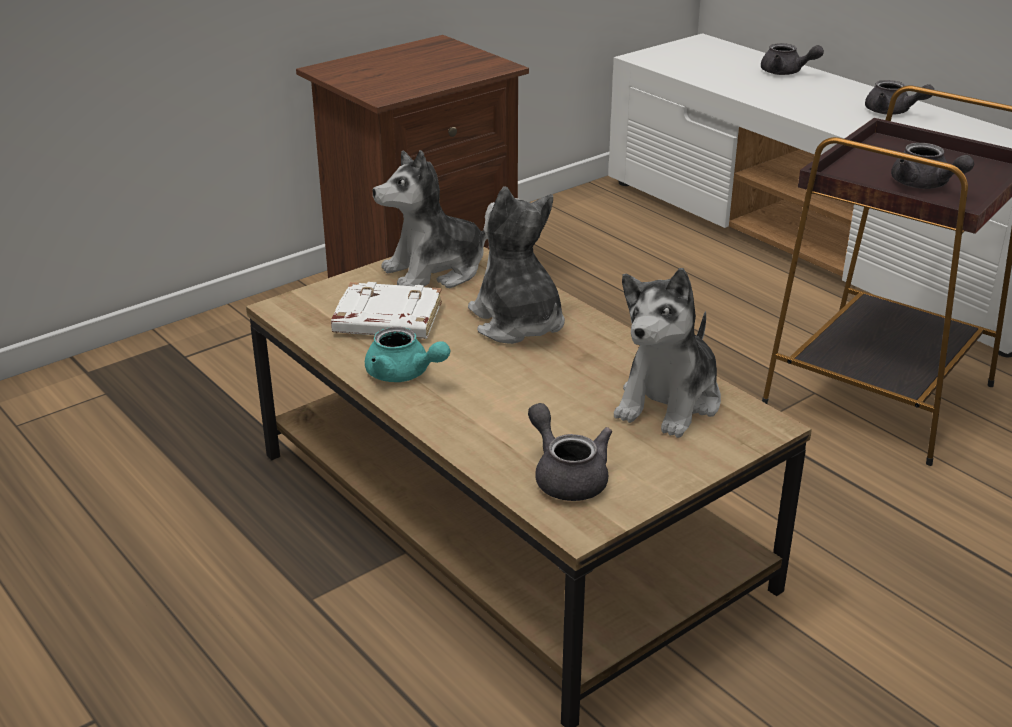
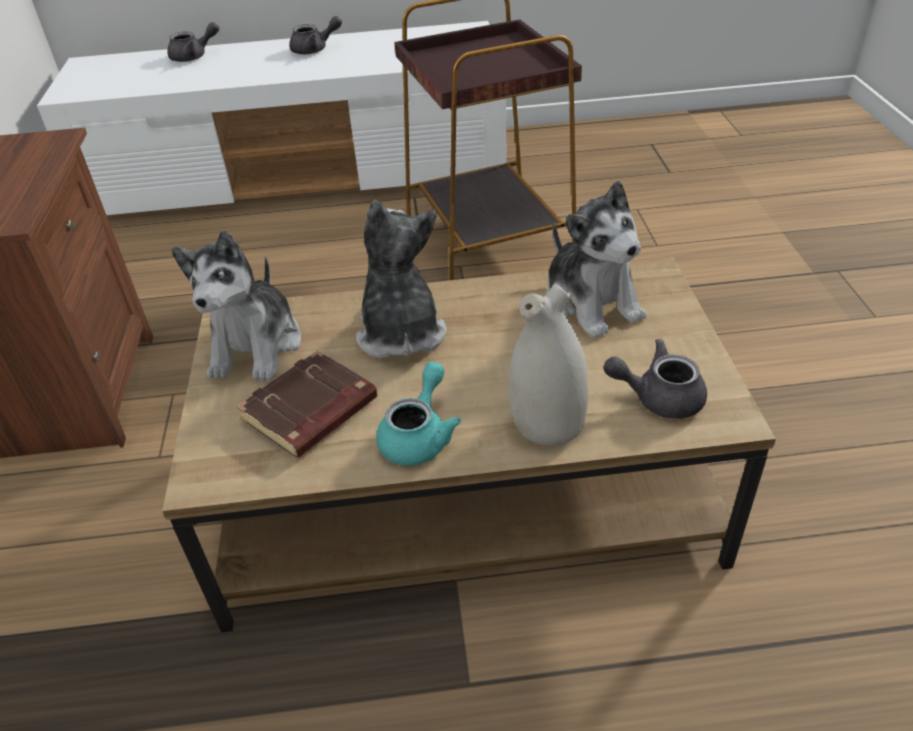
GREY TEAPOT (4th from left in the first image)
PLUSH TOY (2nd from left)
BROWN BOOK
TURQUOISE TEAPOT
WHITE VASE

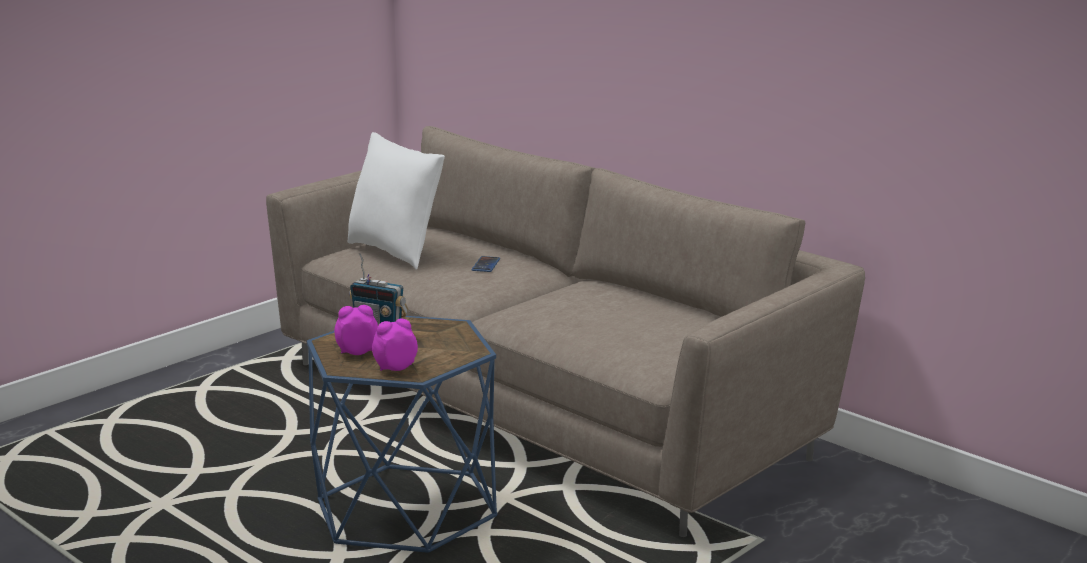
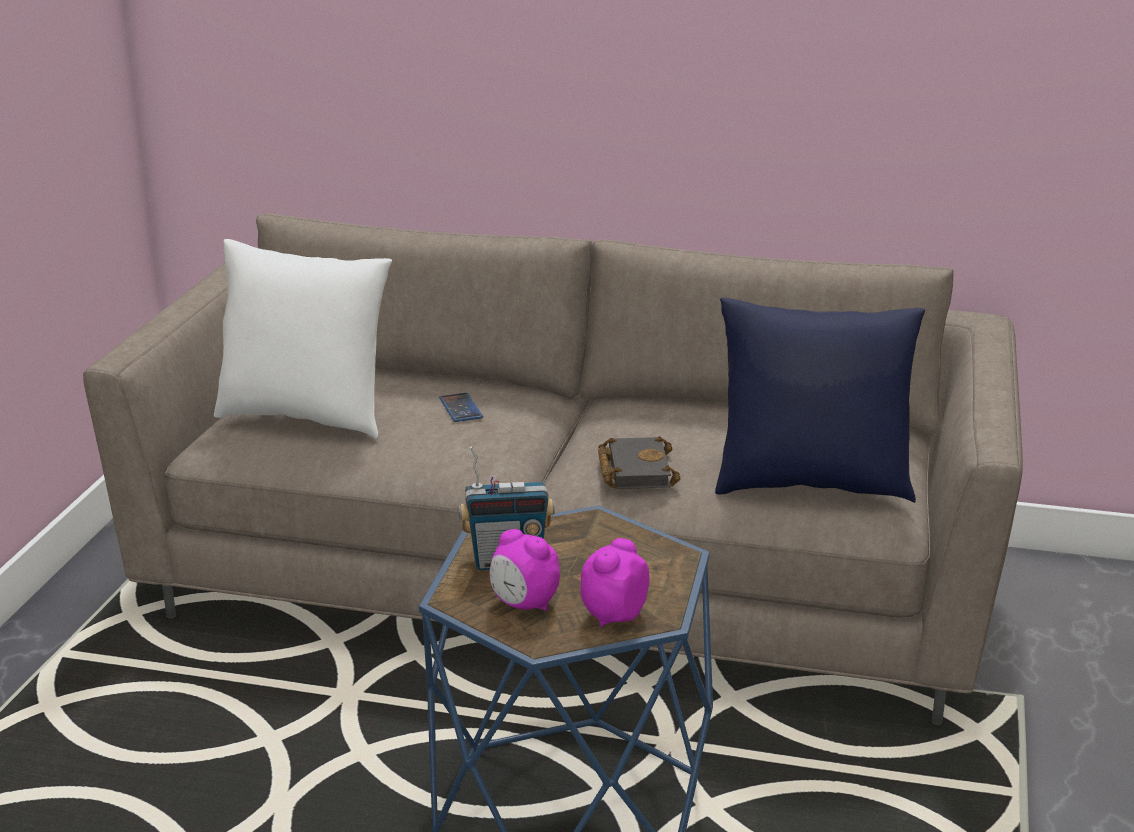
ALARM CLOCK (1st from left)
BLUE PILLOW
BLACK BOOK

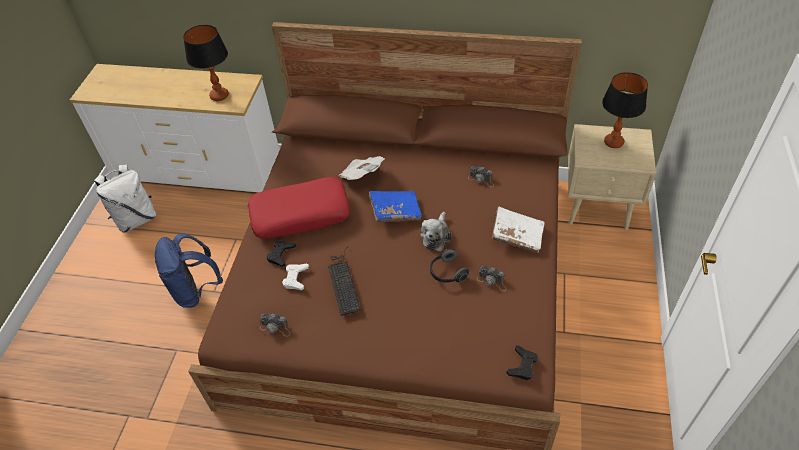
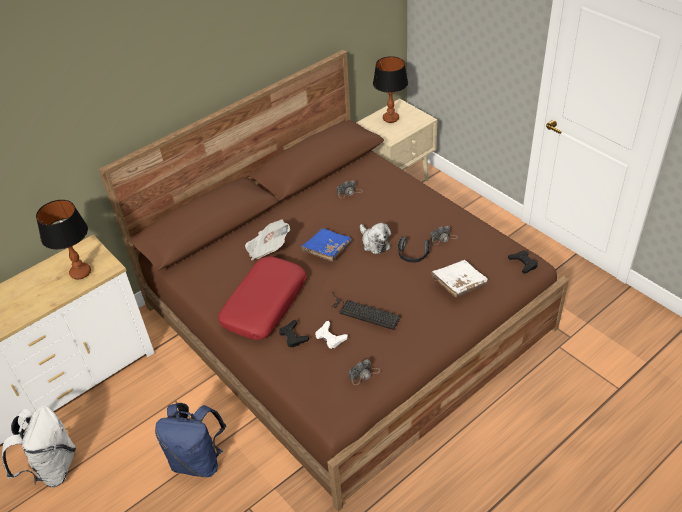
WHITE BOOK

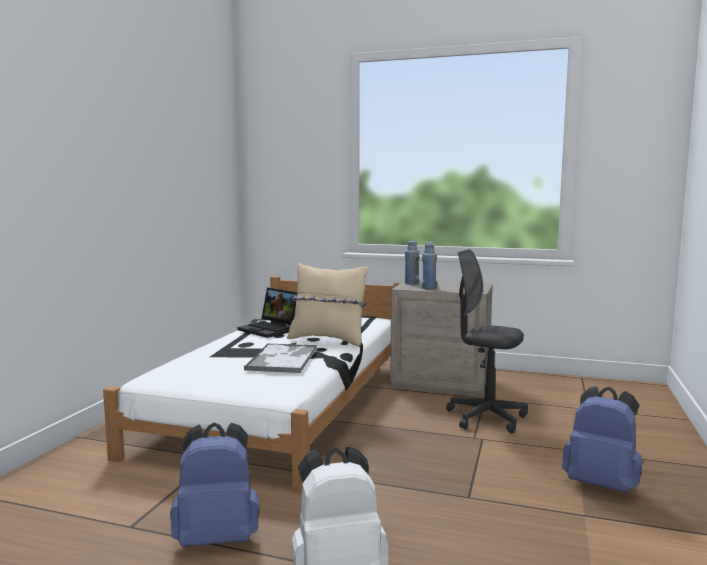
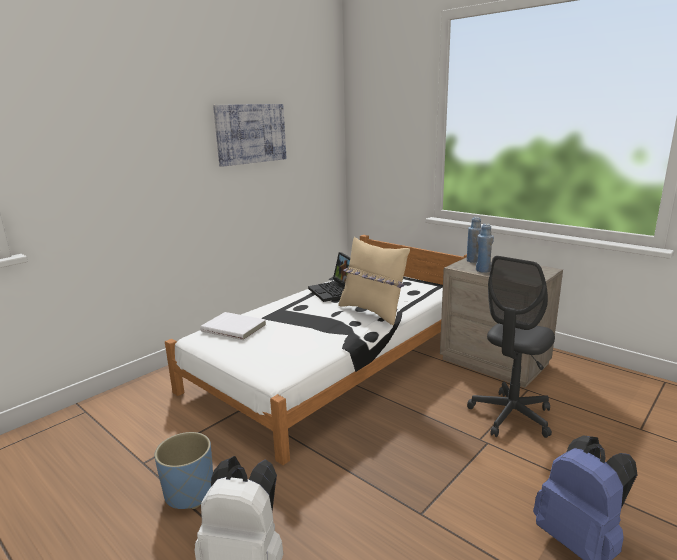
GREY OFFICE CHAIR
TRAY
BLUE PLANTER
PICTURE
WHITE BOOK

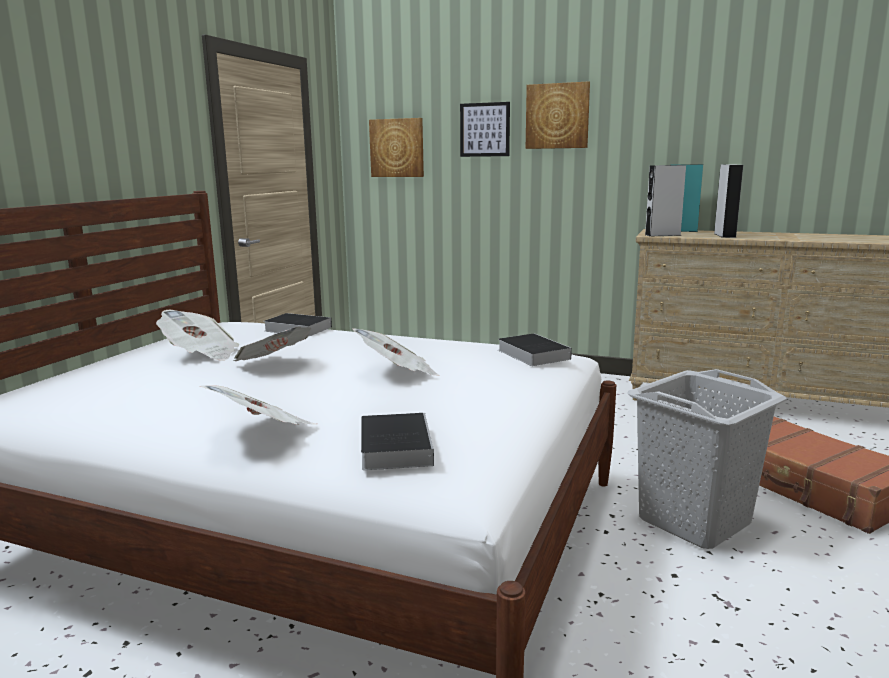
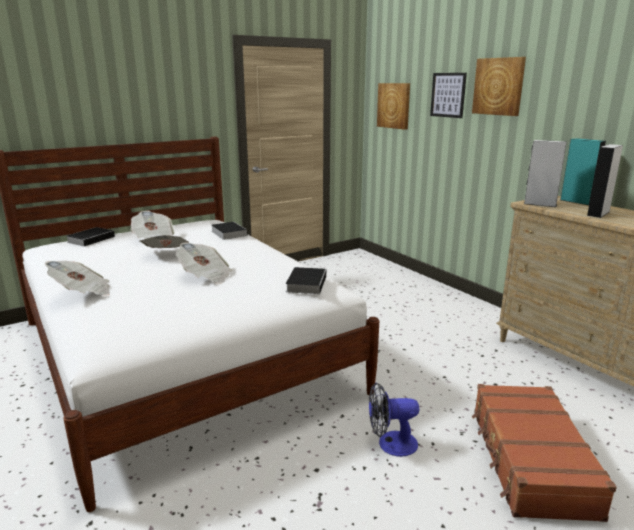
FAN
BOOK (1st from left)

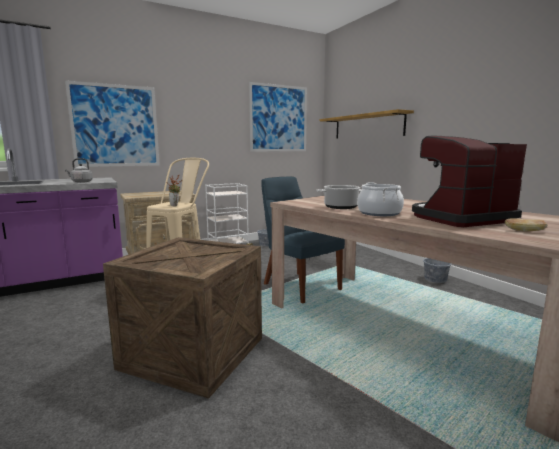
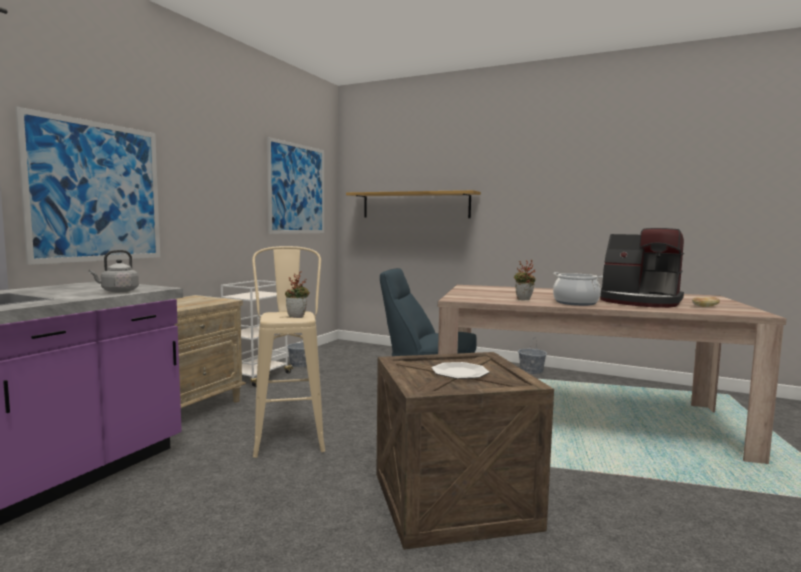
COFFEE MACHINE
POTTED PLANT (2nd from left)
PLATE

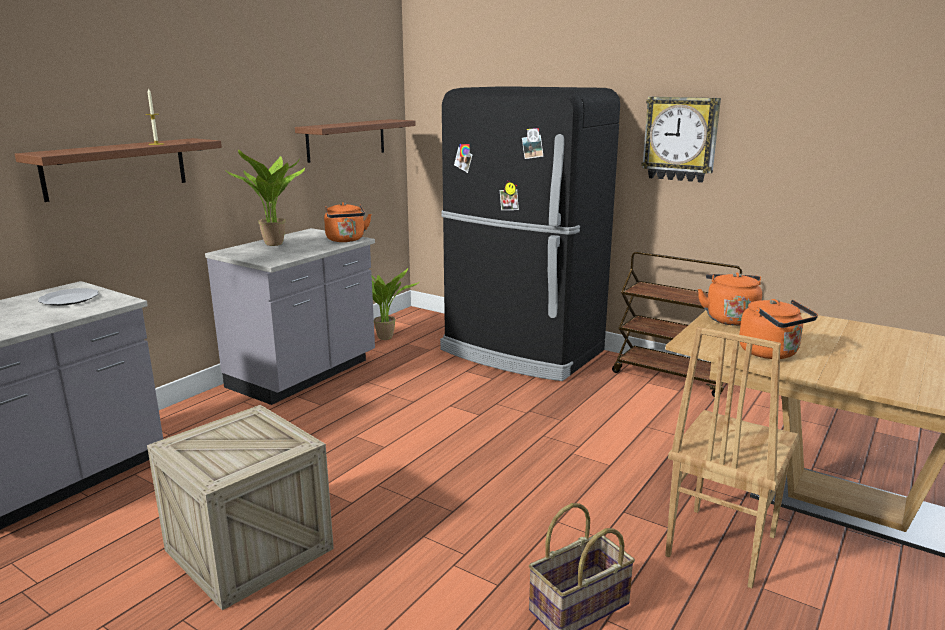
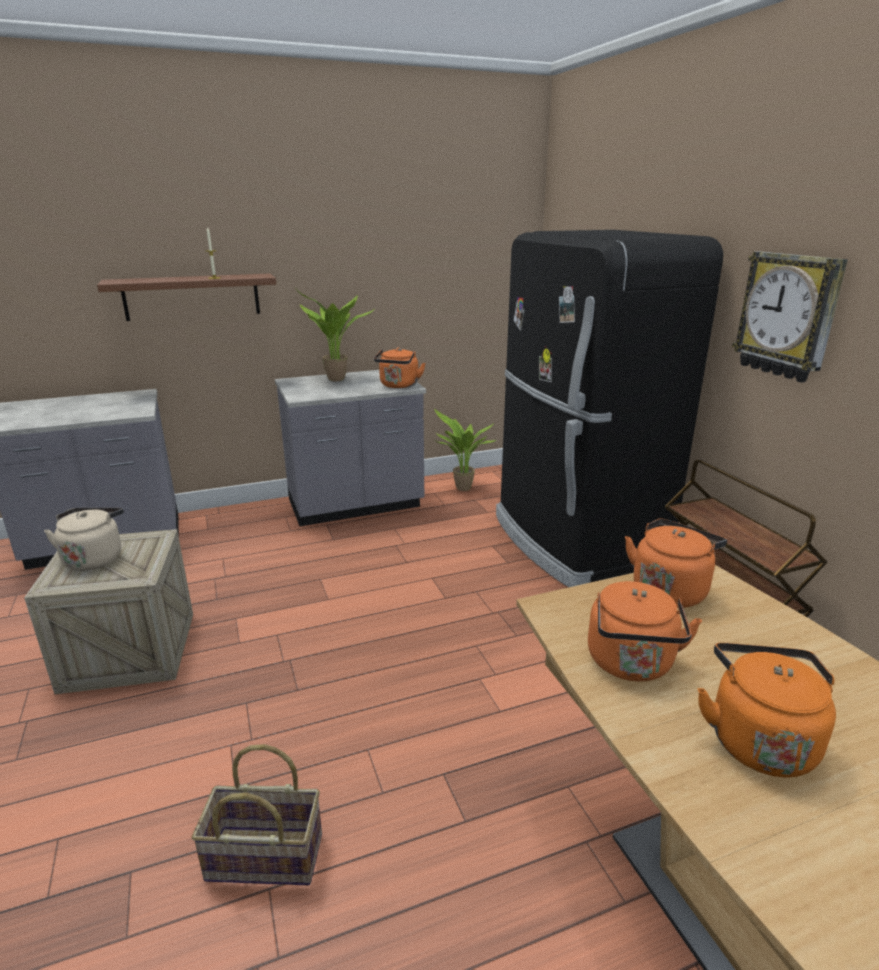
BROWN SHELF (2nd from left in the first image)
PLATE
BROWN CHAIR
BEIGE KETTLE
ORANGE KETTLE (4th from left)

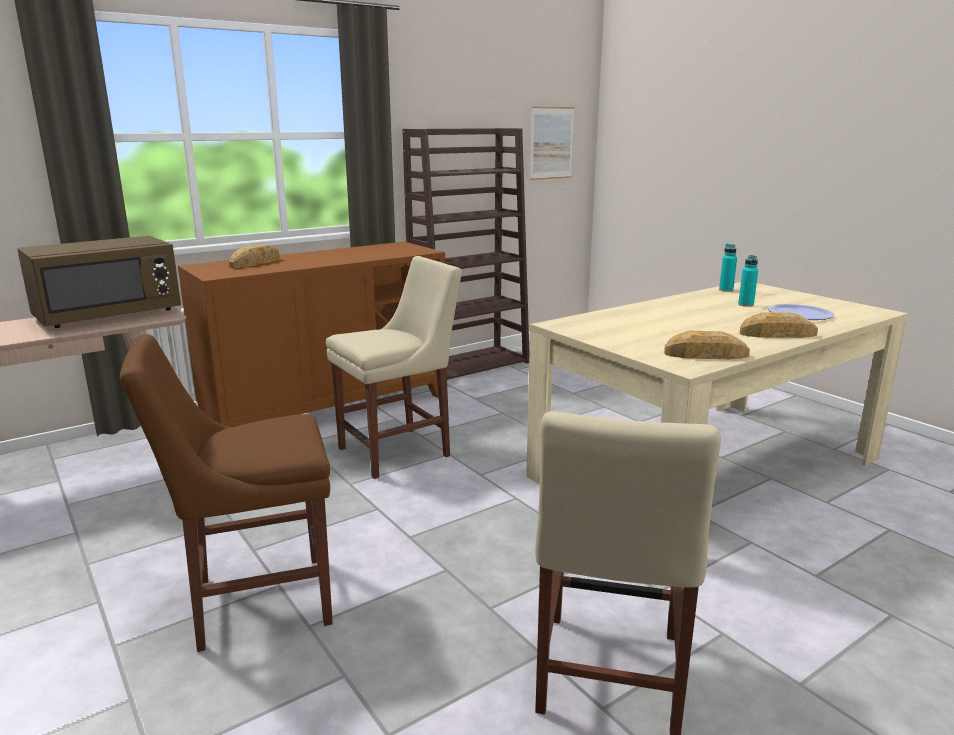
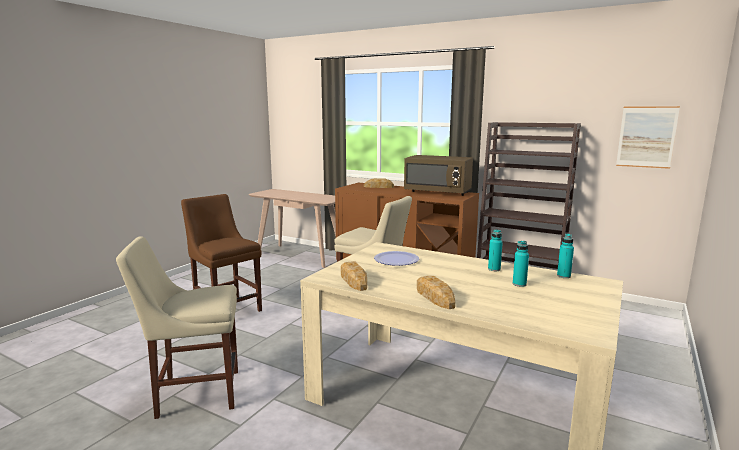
BROWN MICROWAVE
PLATE
TURQUOISE BOTTLE (1st from left)

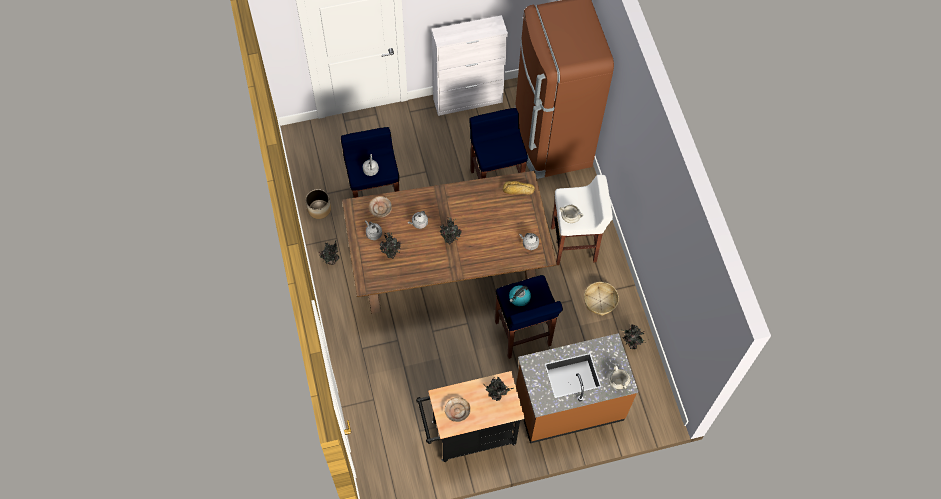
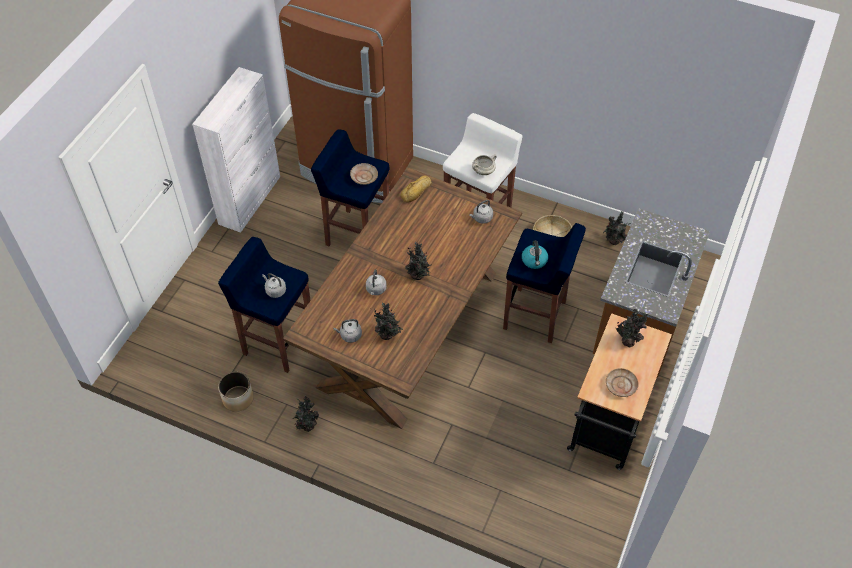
BEIGE PLATE (1st from left)
WHITE COOKING POT (2nd from left in the first image)

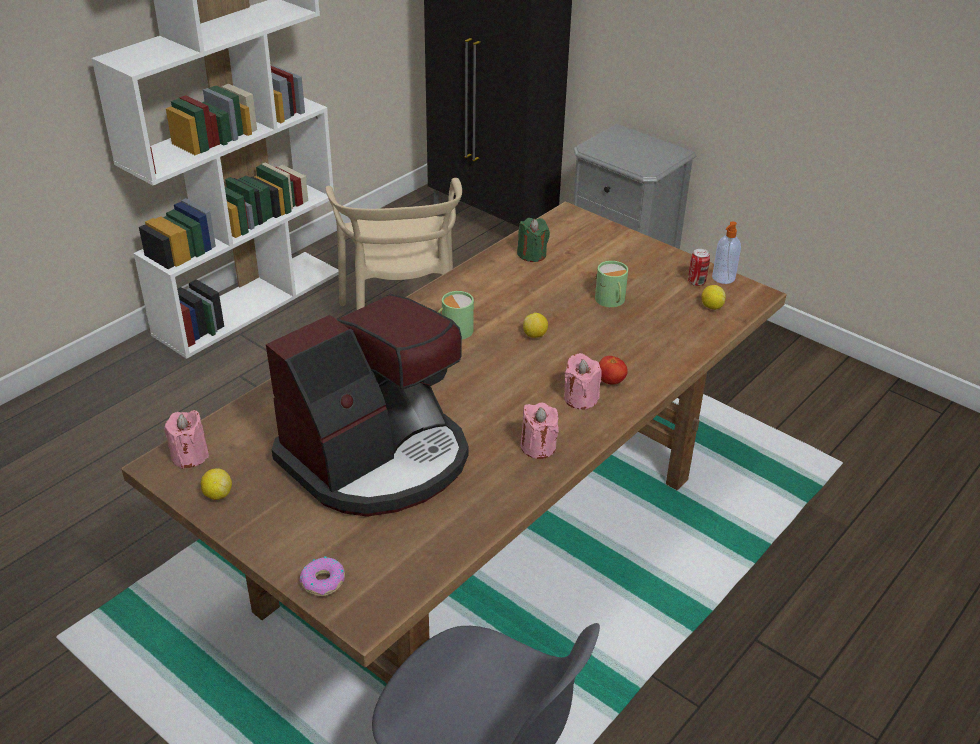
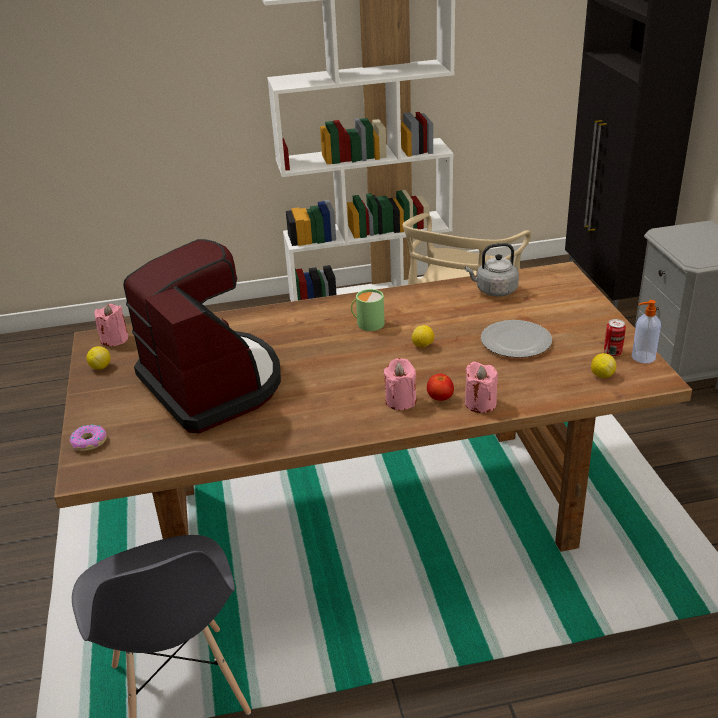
GREY KETTLE
PLATE
COFFEE MACHINE
PINK CANDLE (3rd from left)

